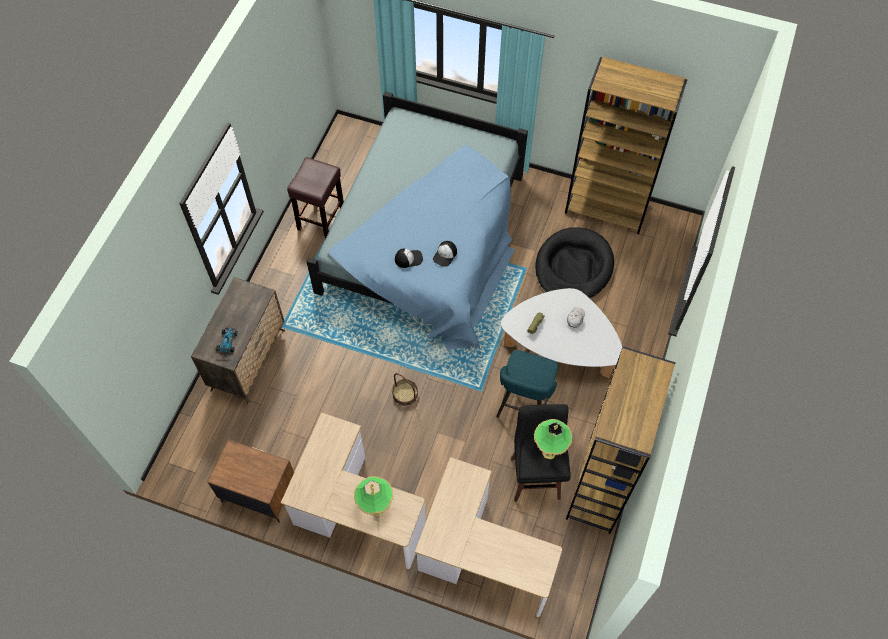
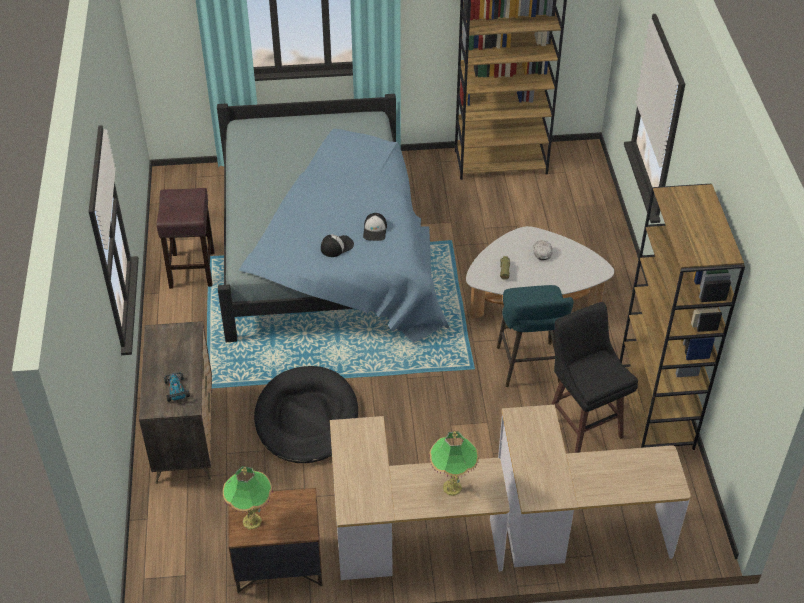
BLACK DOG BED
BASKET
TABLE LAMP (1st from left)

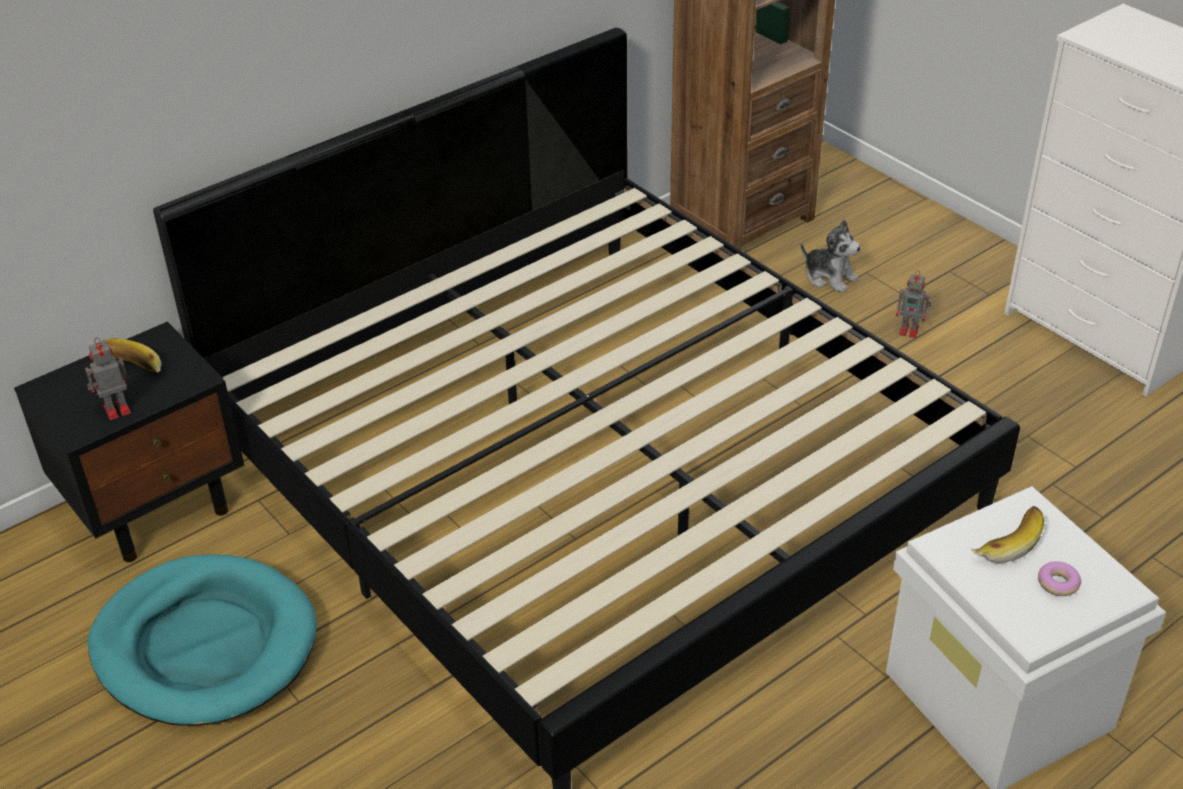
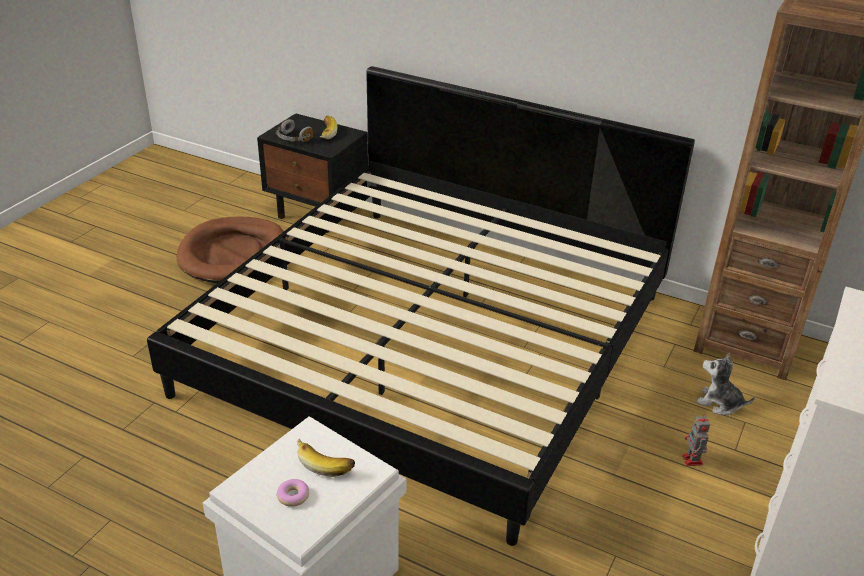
PLUSH TOY
GREY HEADPHONES
BROWN DOG BED

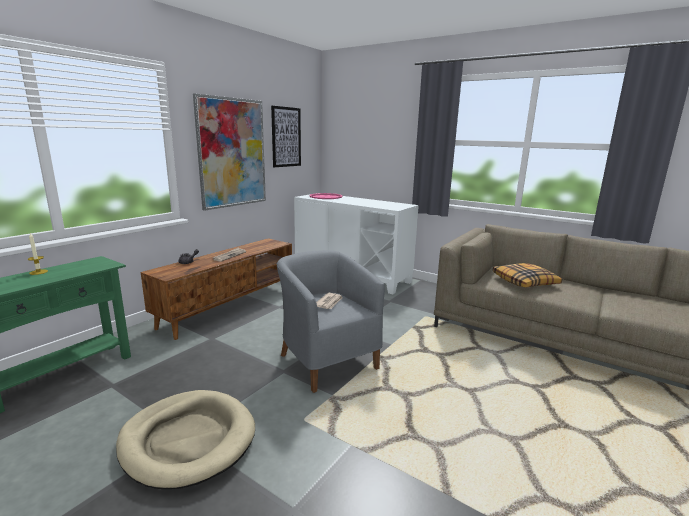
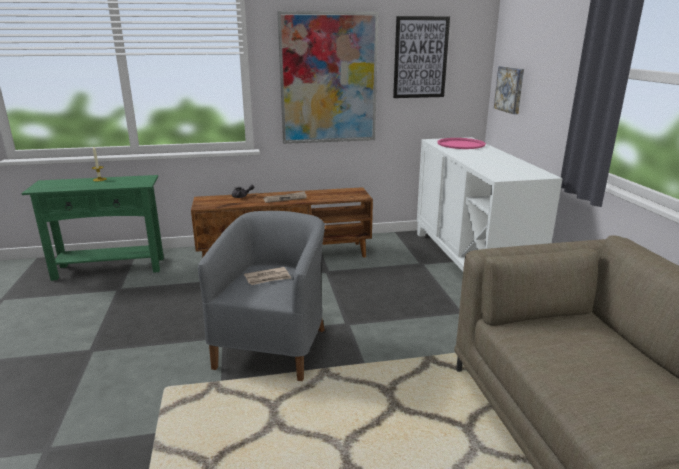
PILLOW
BEIGE DOG BED
PICTURE (3rd from left)

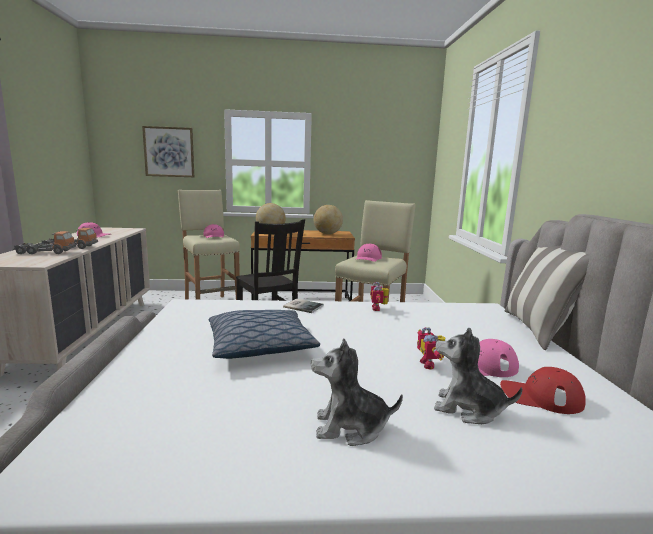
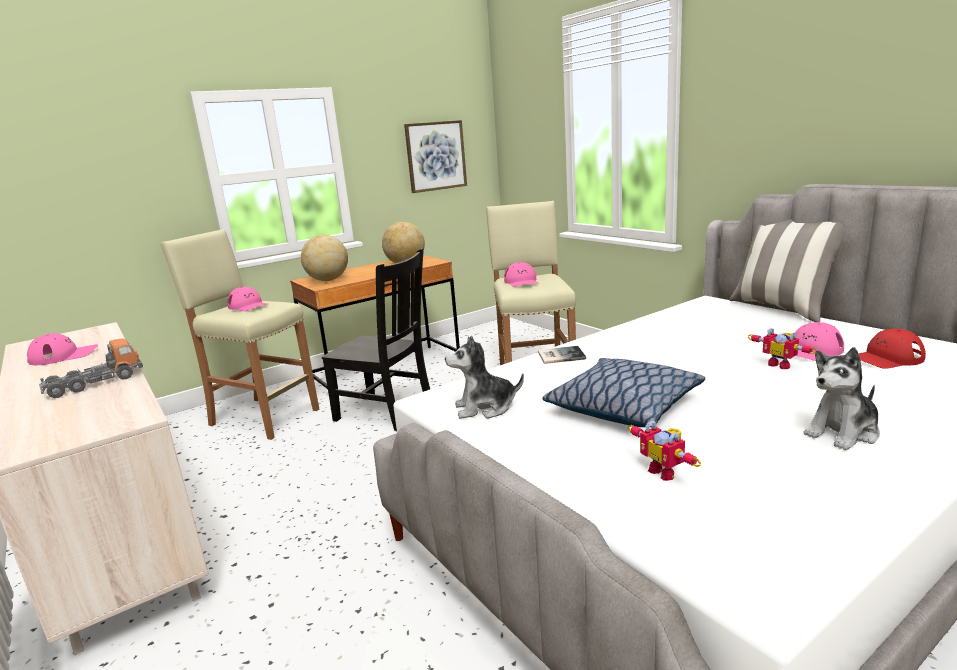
PICTURE
TOY TRUCK (1st from left in the first image)
TOY ROBOT (1st from left)
PLUSH TOY (1st from left)

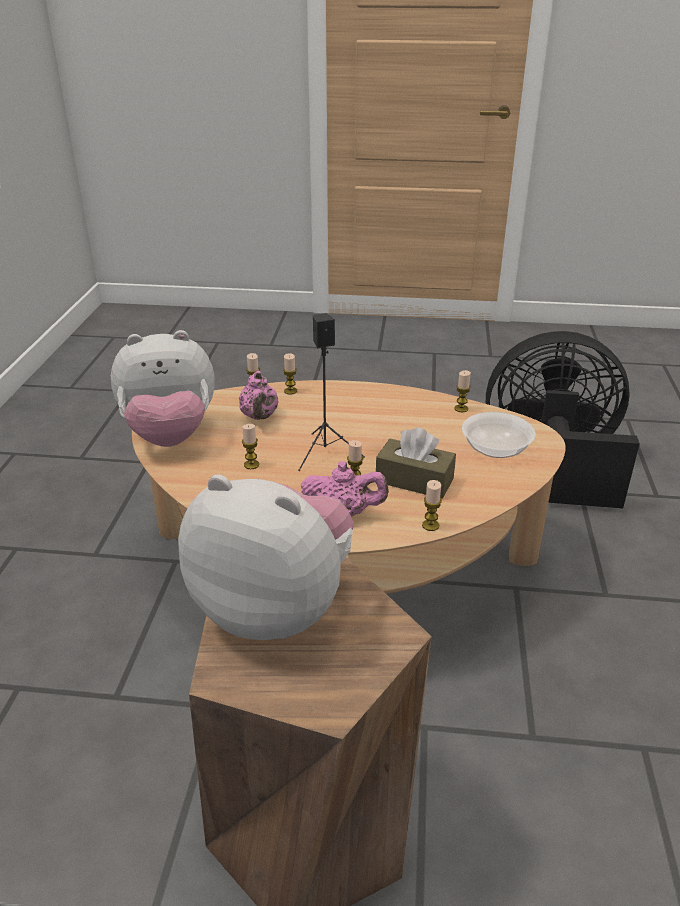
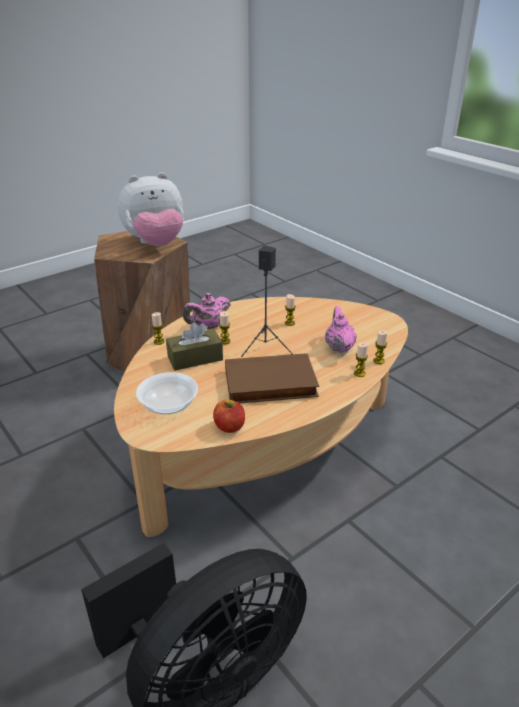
PLUSH TOY (1st from left in the first image)
APPLE
PINK TEAPOT (2nd from left)
BROWN BOOK

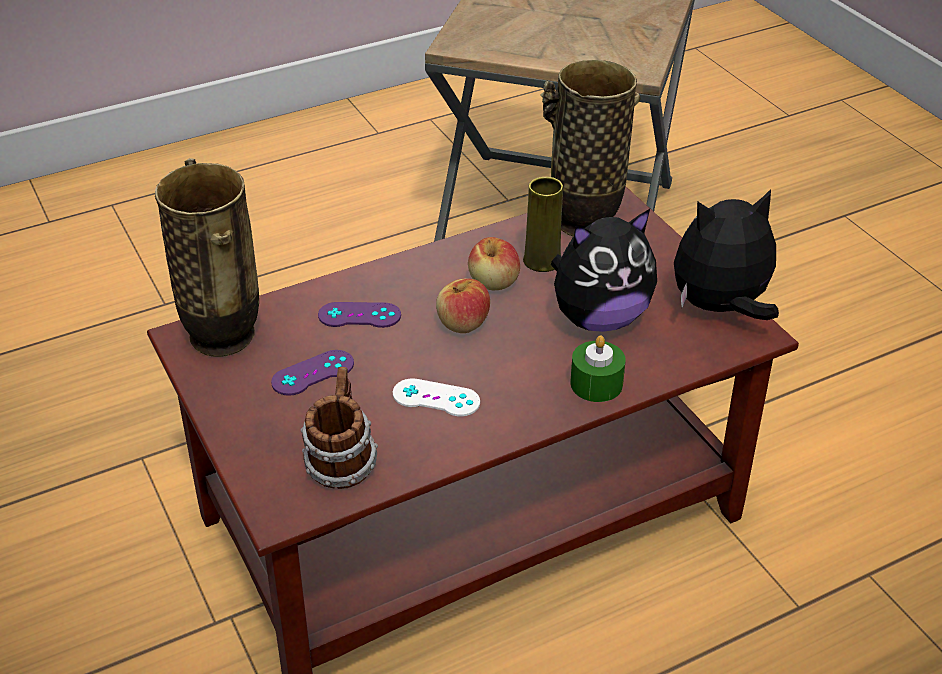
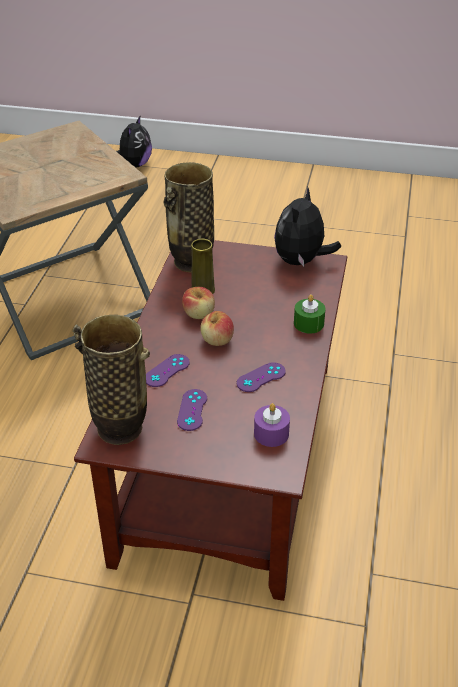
PLUSH TOY (1st from left)
PURPLE CANDLE
PURPLE GAME CONTROLLER (3rd from left)

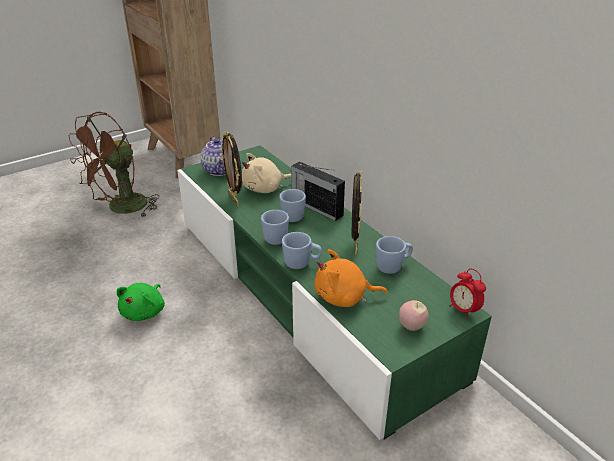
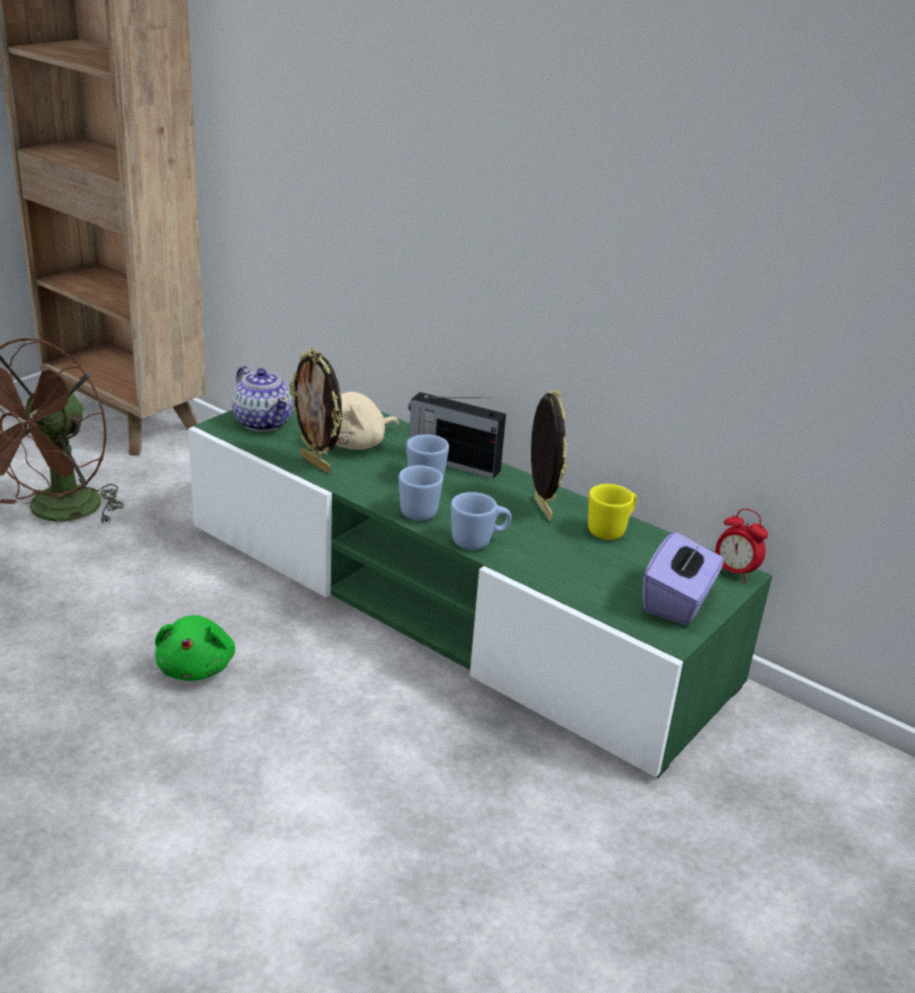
YELLOW MUG
ORANGE PLUSH TOY
PURPLE TISSUE BOX

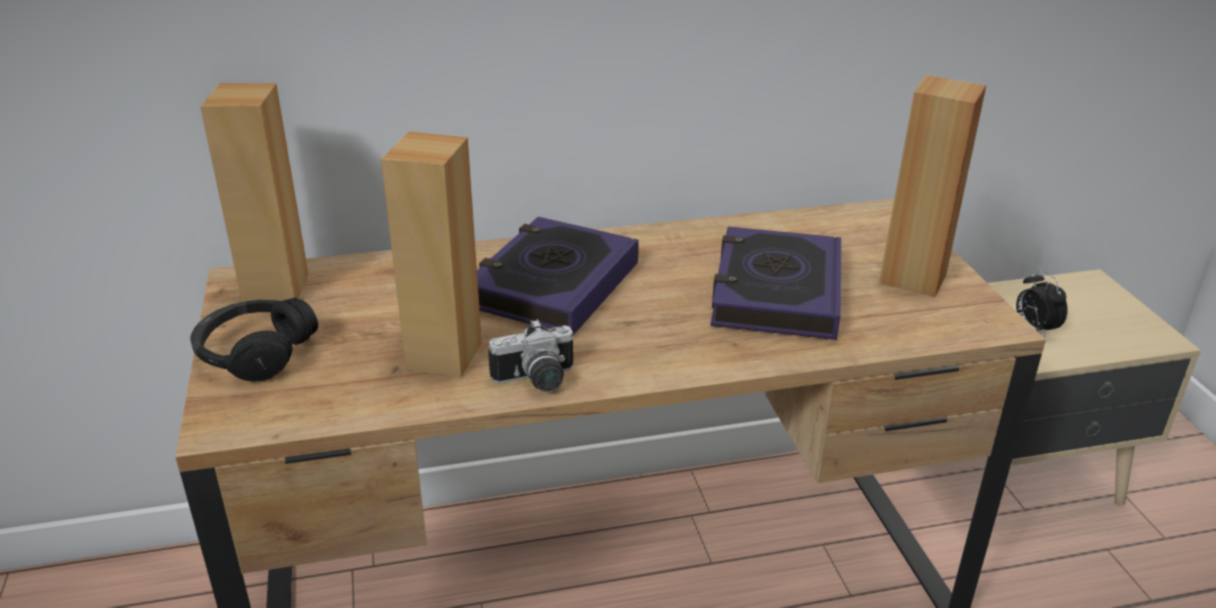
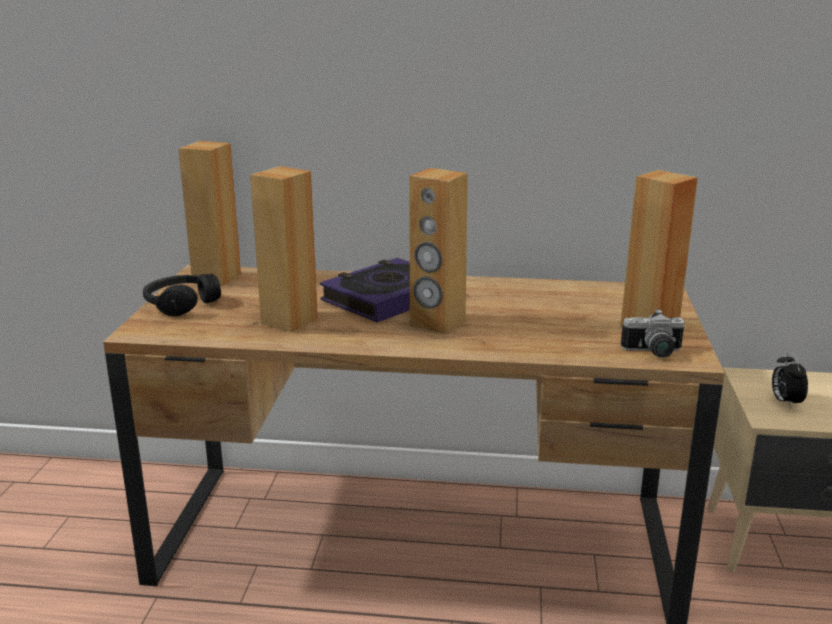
BOOK (2nd from left in the first image)
PHOTO CAMERA
BROWN SPEAKER (3rd from left)

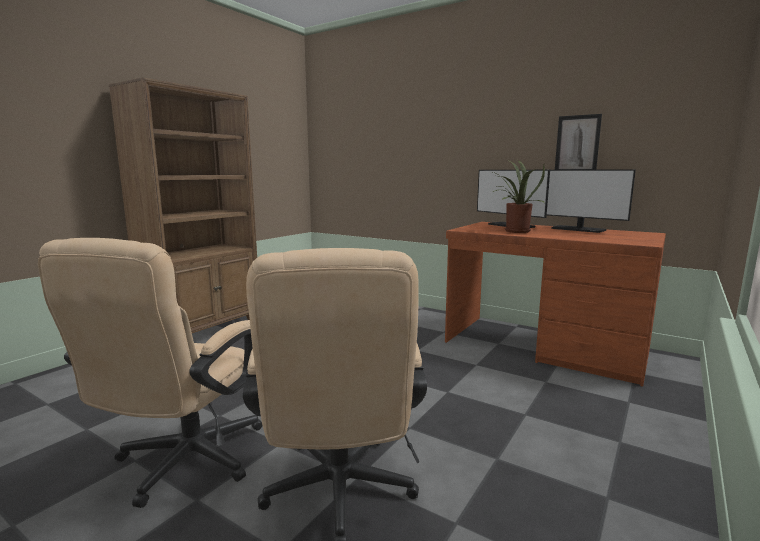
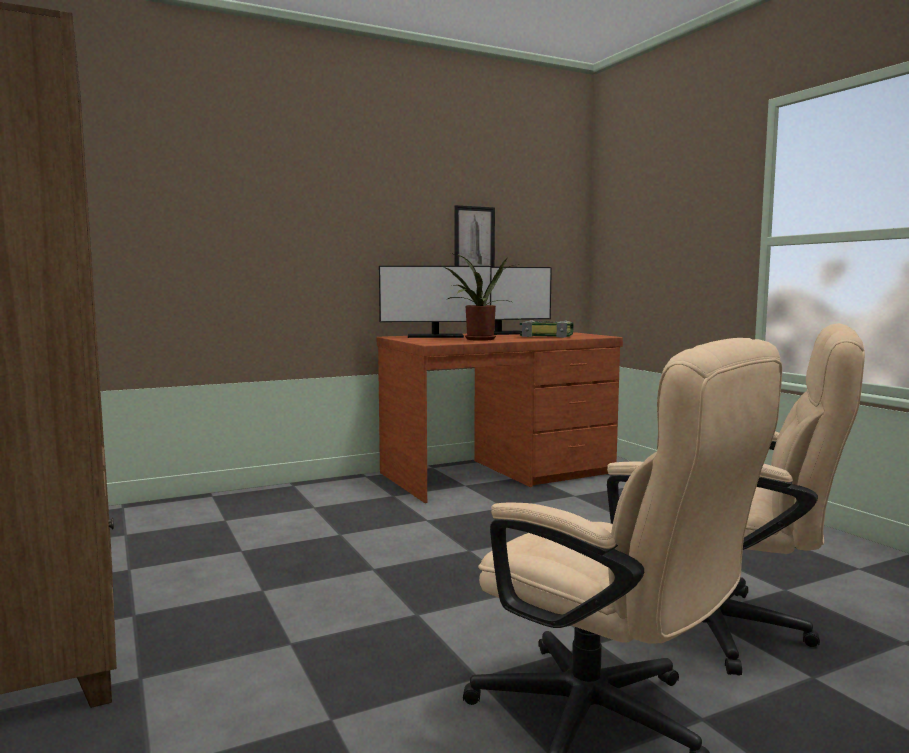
BOOK

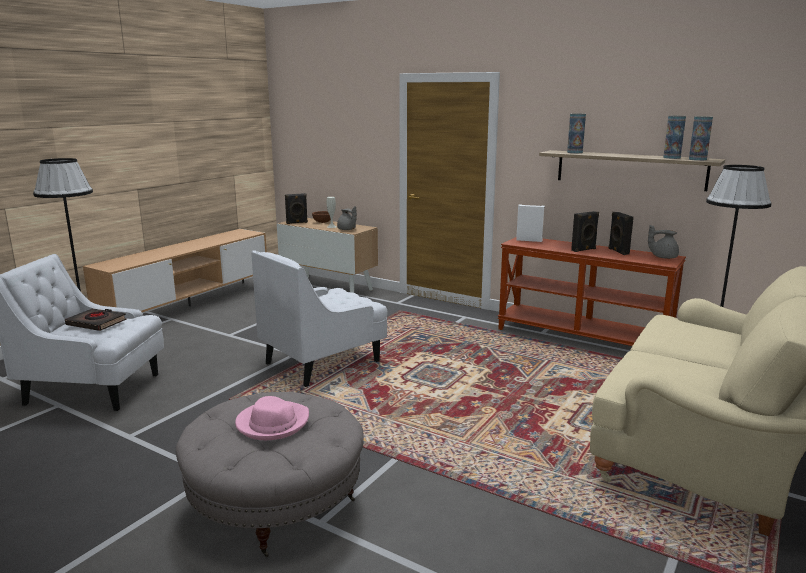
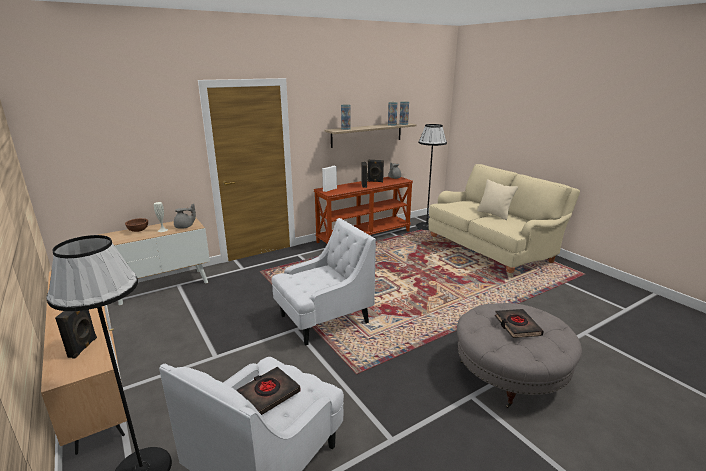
BLACK SPEAKER (1st from left)
WHITE ARMCHAIR (2nd from left)
BLACK BOOK (2nd from left)
BEIGE PILLOW

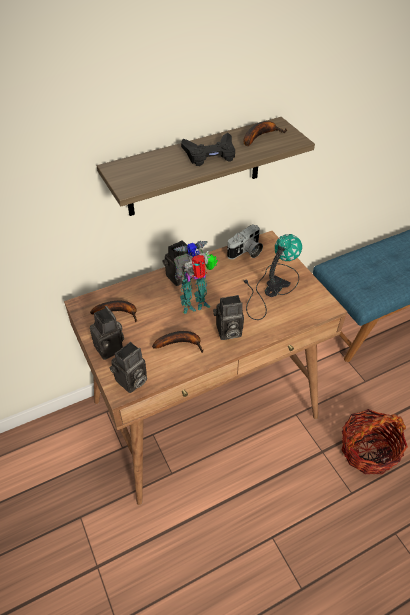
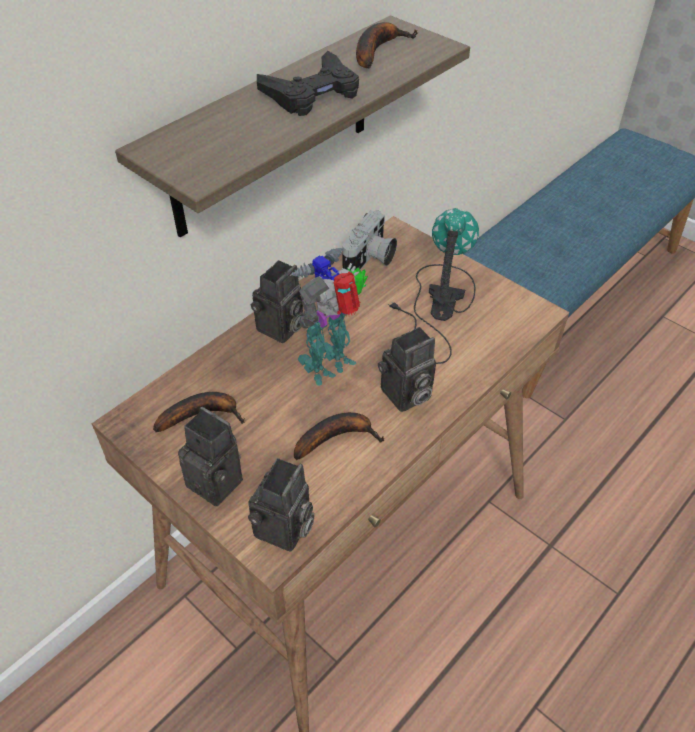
BASKET

